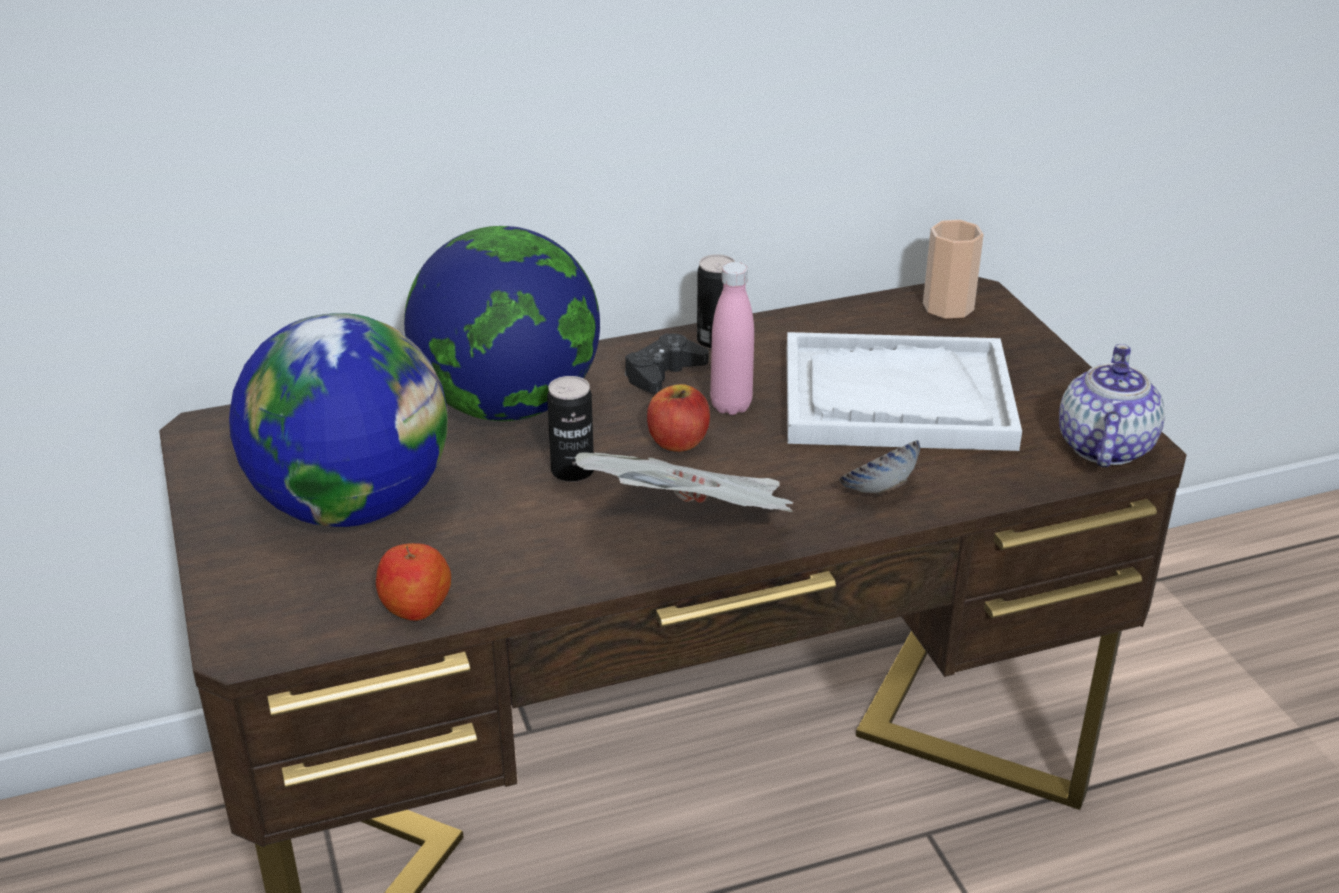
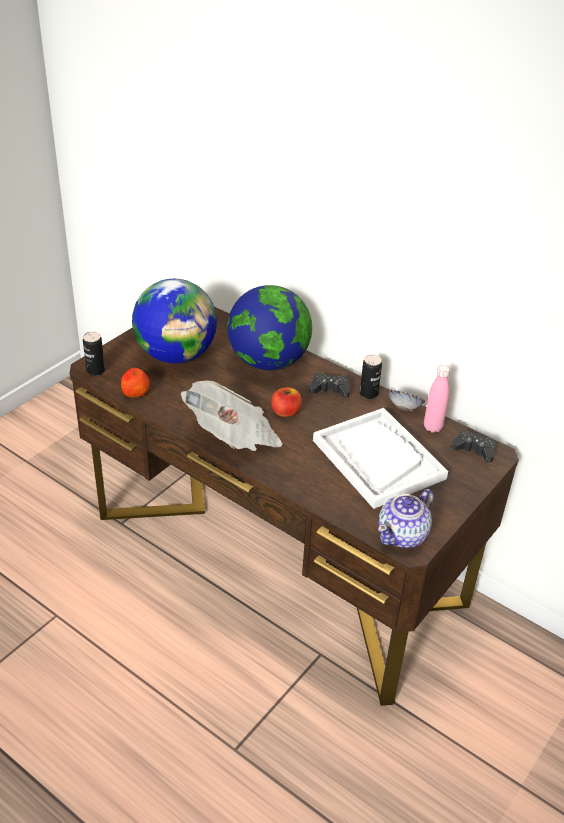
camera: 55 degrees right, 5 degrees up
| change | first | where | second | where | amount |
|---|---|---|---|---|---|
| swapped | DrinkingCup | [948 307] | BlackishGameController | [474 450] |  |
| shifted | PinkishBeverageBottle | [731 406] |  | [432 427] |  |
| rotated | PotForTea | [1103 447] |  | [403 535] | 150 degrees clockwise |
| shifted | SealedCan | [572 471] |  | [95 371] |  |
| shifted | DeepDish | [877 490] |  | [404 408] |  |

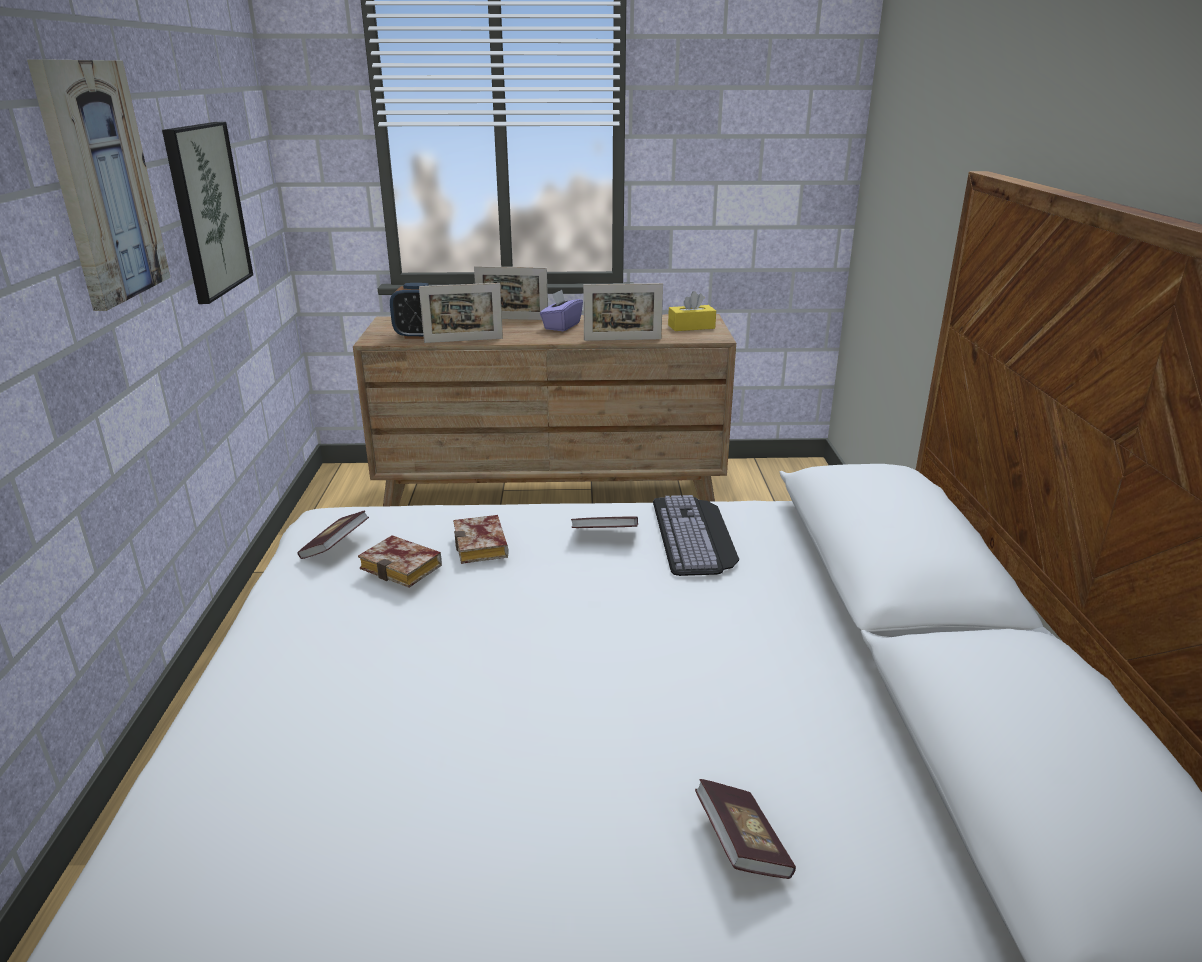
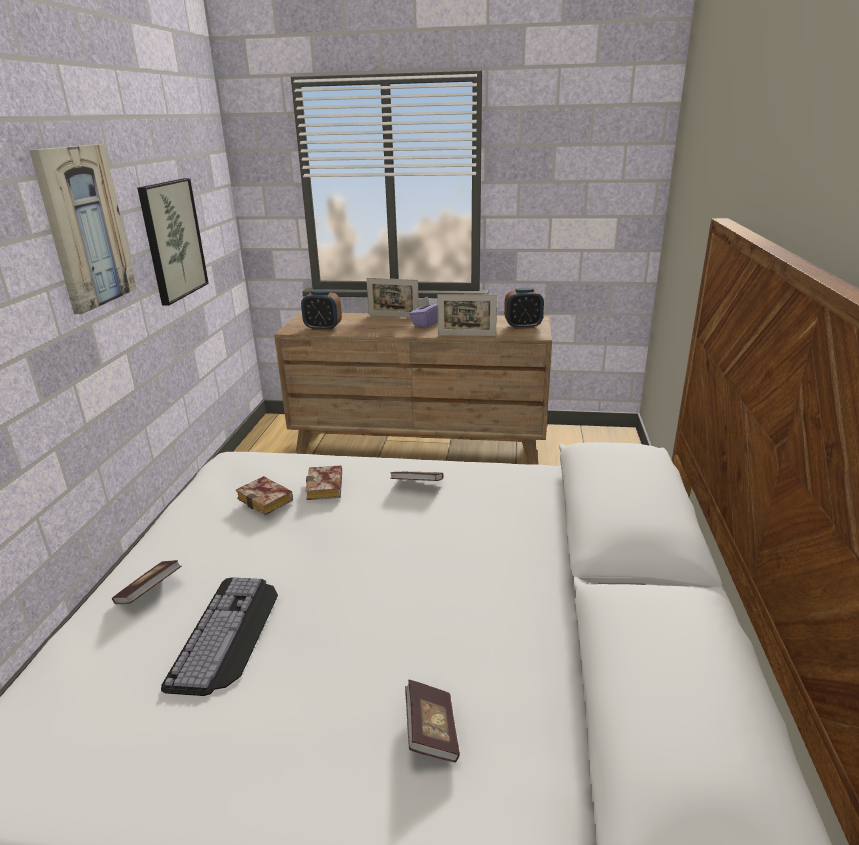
camera: 10 degrees right, 0 degrees up
| change | first | where | second | where | amount |
|---|---|---|---|---|---|
| gone | PictureFrame | [463 340] |  |  |  |
| swapped | YellowTissueHolder | [691 327] | BedsideClock | [523 326] |  |
| shifted | Keyboard | [696 535] |  | [228 633] |  |
| shifted | Book | [335 547] |  | [149 592] |  |

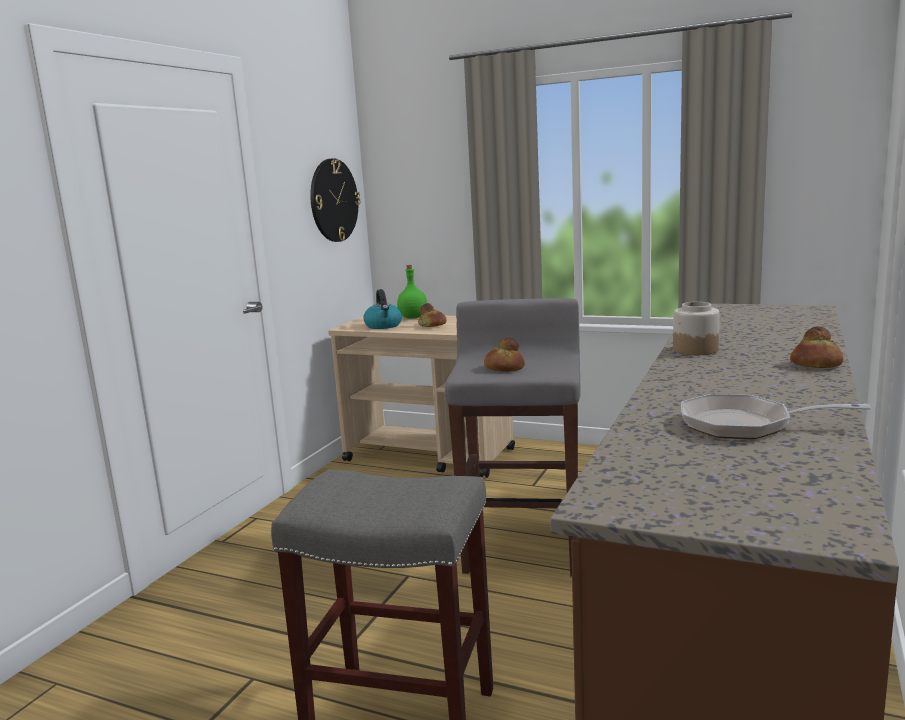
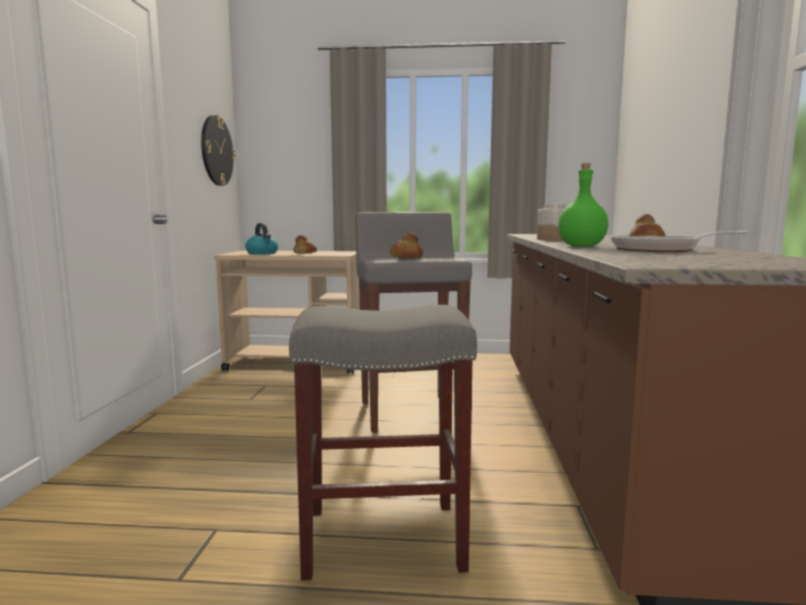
camera: 20 degrees left, 5 degrees down
| change | first | where | second | where | amount |
|---|---|---|---|---|---|
| shifted | GreenishBeverageBottle | [412 317] |  | [580 246] |  |

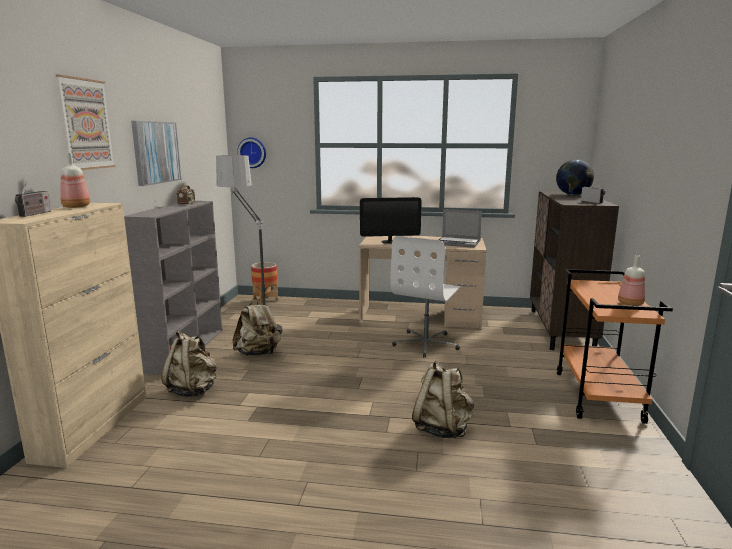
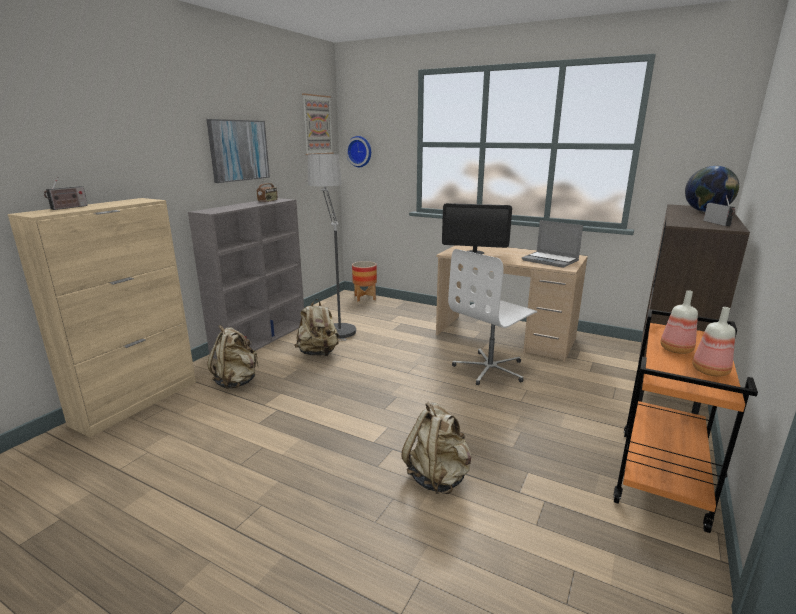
camera: 20 degrees right, 5 degrees up
| change | first | where | second | where | amount |
|---|---|---|---|---|---|
| shifted | Picture | [85 124] |  | [317 125] |  |
| shifted | BeverageBottle | [75 207] |  | [675 350] |  |

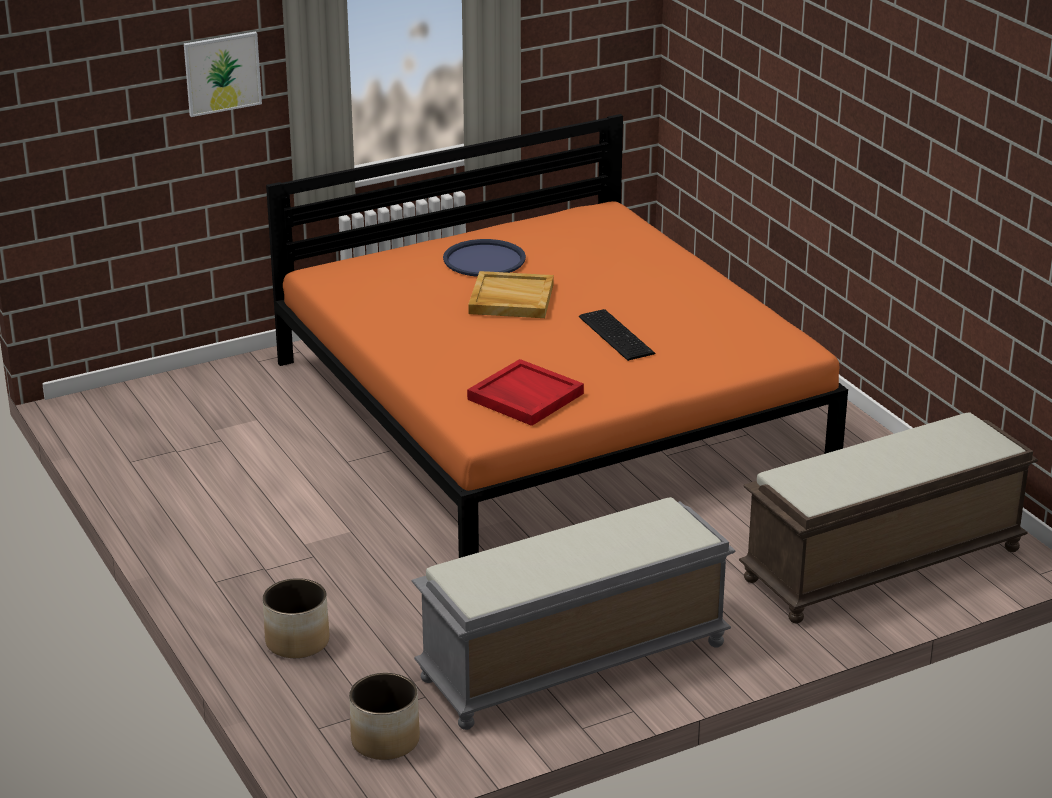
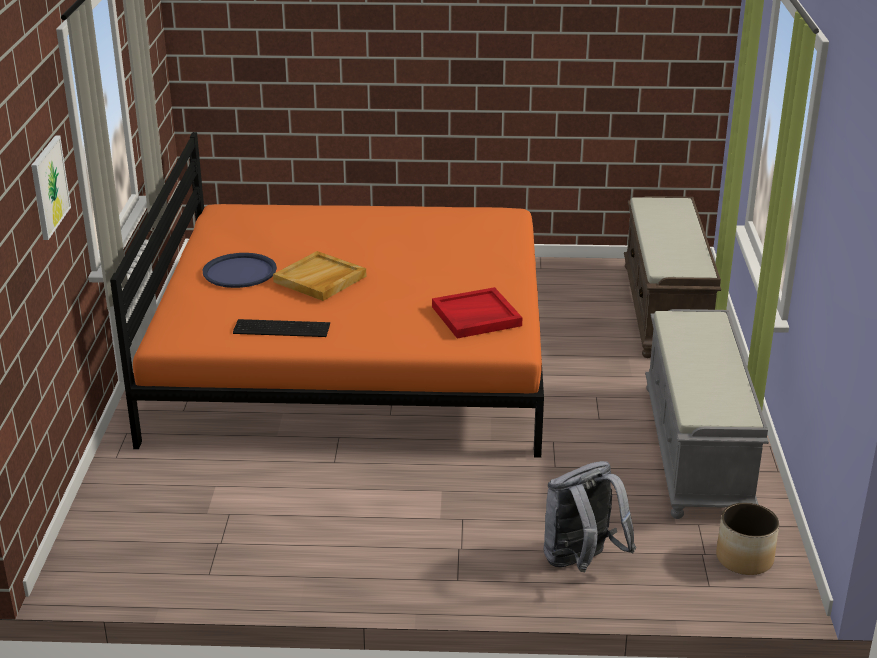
camera: 60 degrees left, 0 degrees up
| change | first | where | second | where | amount |
|---|---|---|---|---|---|
| shifted | Keyboard | [617 334] |  | [281 327] |  |
| swapped | FlowerPot | [296 642] | GrayBackpack | [581 562] |  |

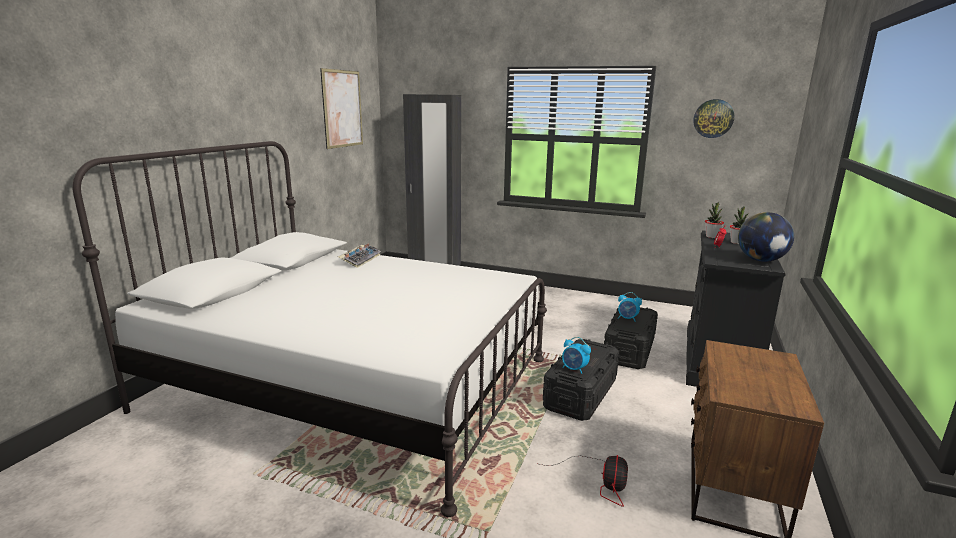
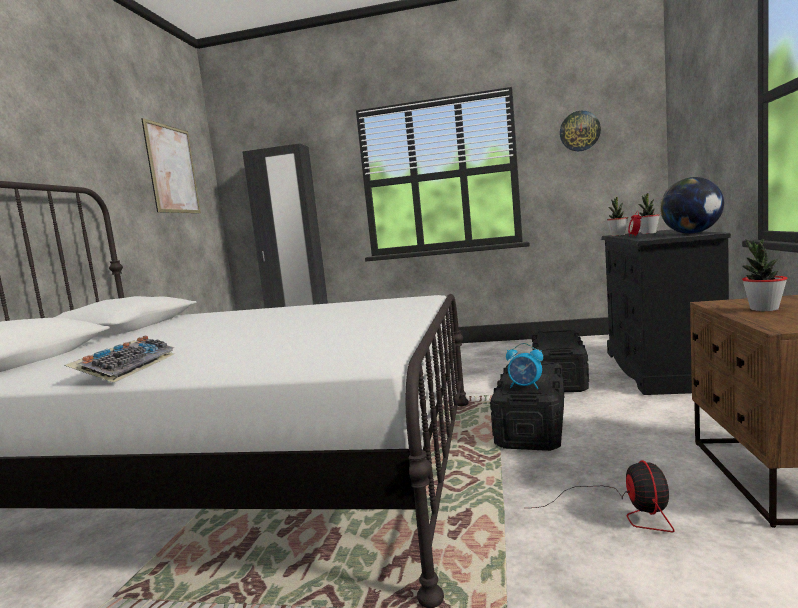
camera: 10 degrees left, 10 degrees down
| change | first | where | second | where | amount |
|---|---|---|---|---|---|
| shifted | Keyboard | [360 259] |  | [127 368] |  |
| gone | BedsideClock | [627 319] |  |  |  |
| new |  |  | PlantInAPot | [763 309] |  |

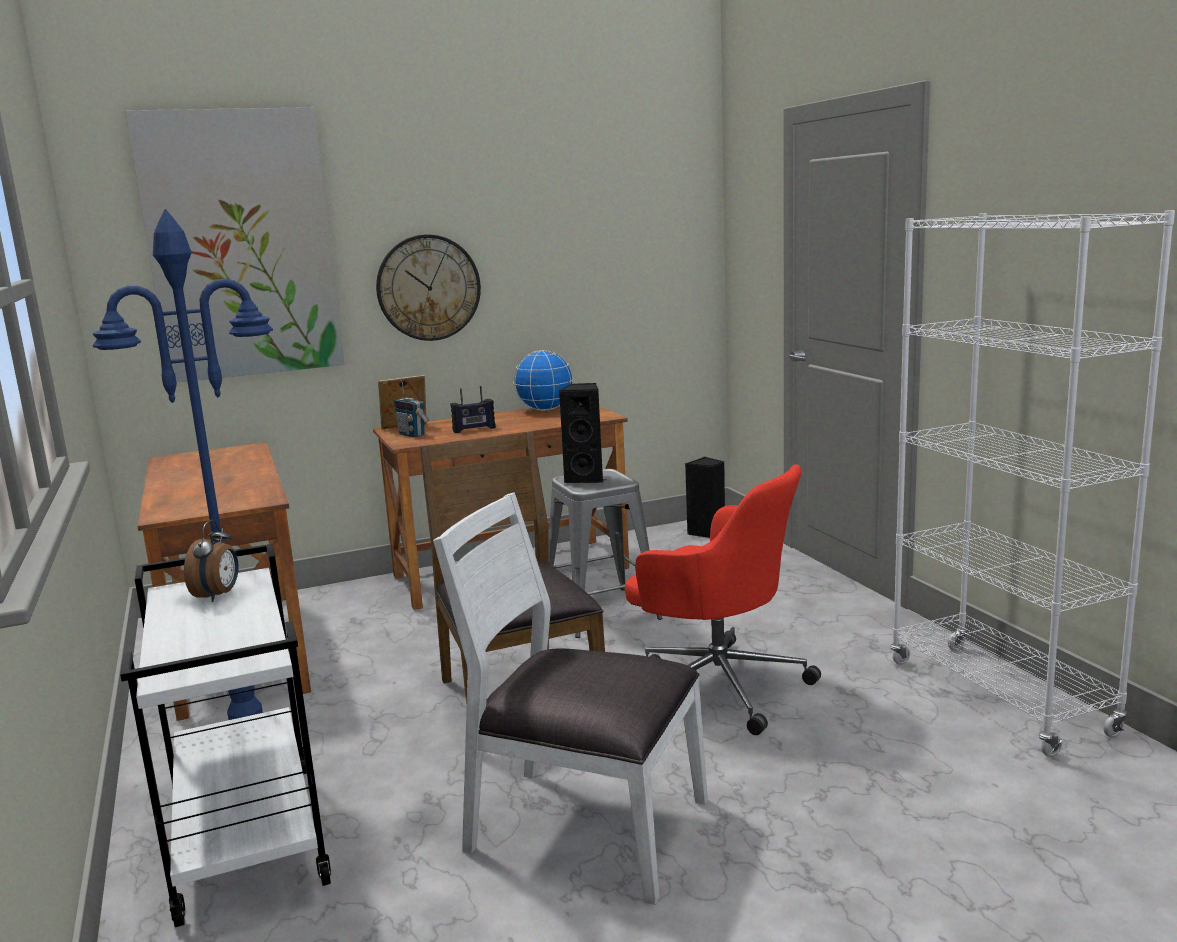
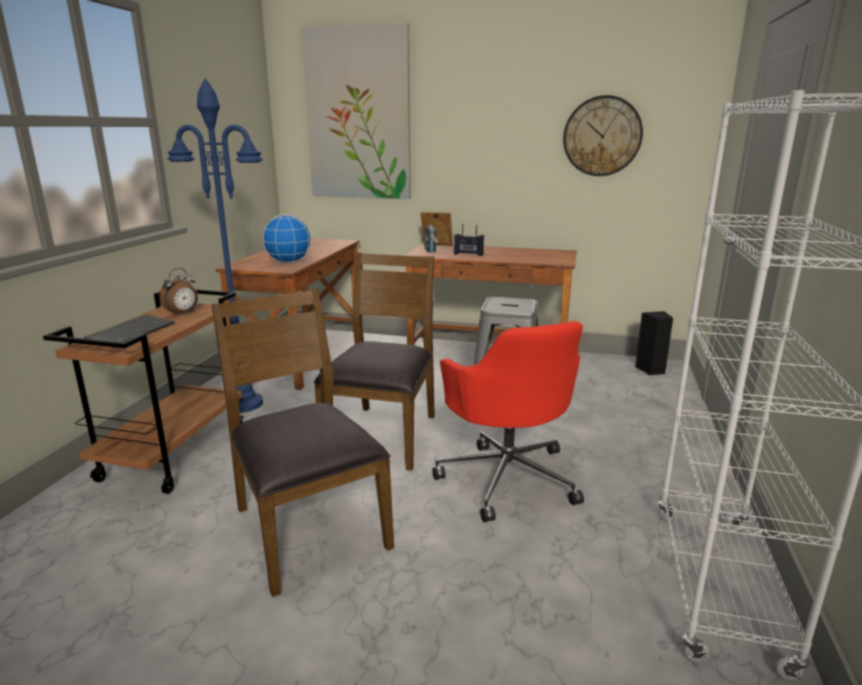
camera: 35 degrees right, 5 degrees up
| change | first | where | second | where | amount |
|---|---|---|---|---|---|
| shifted | WallClock | [428 287] |  | [602 136] |  |
| shifted | DeskGlobe | [544 410] |  | [288 262] |  |
| gone | BlackishAudioSpeaker | [586 478] |  |  |  |
| repainted | WhiteColouredUprightChair | [585 827] | BrownUprightChair | [308 528] |  |
| repainted | WhiteColouredTrolley | [246 839] | BrownTrolley | [175 453] |  |
| new |  |  | Keyboard | [131 332] |  |

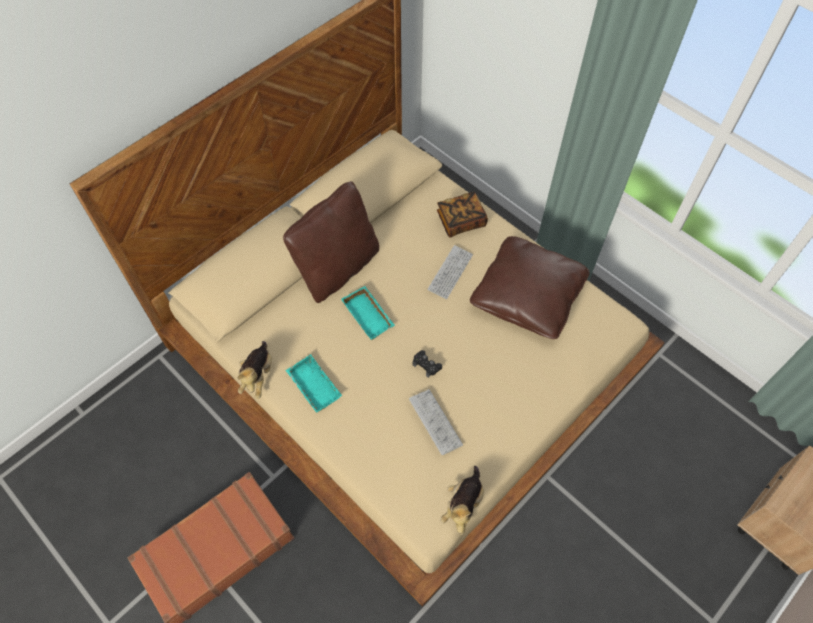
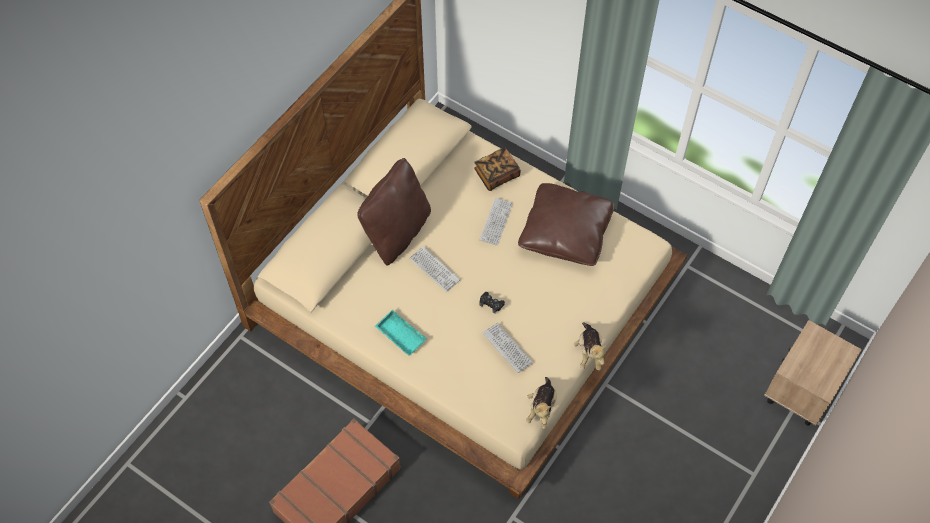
camera: 10 degrees left, 0 degrees up
| change | first | where | second | where | amount |
|---|---|---|---|---|---|
| swapped | TurquoiseTray | [369 315] | Keyboard | [434 269] |  |
| shifted | SoftToy | [258 376] |  | [589 352] |  |

